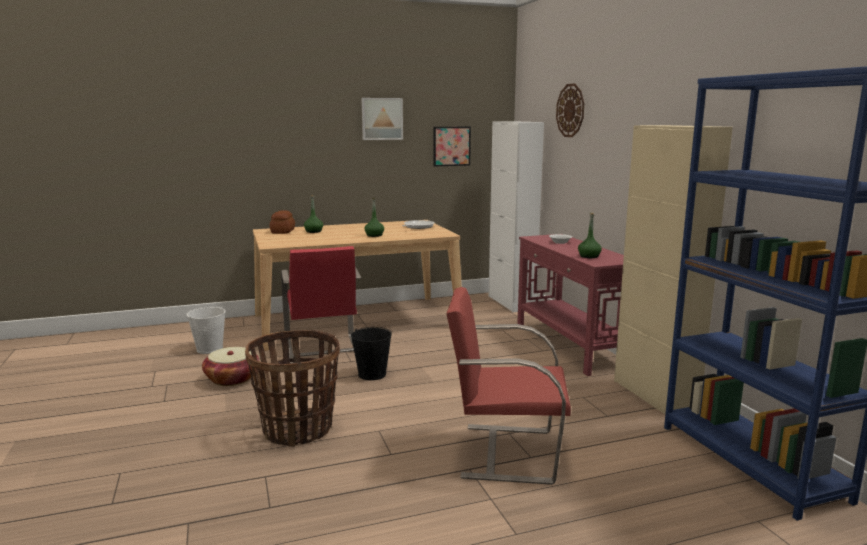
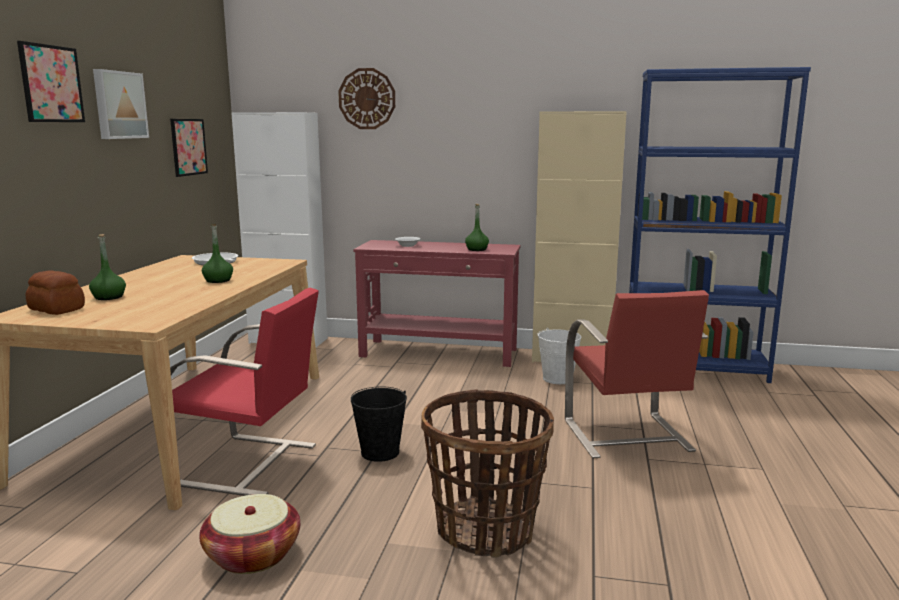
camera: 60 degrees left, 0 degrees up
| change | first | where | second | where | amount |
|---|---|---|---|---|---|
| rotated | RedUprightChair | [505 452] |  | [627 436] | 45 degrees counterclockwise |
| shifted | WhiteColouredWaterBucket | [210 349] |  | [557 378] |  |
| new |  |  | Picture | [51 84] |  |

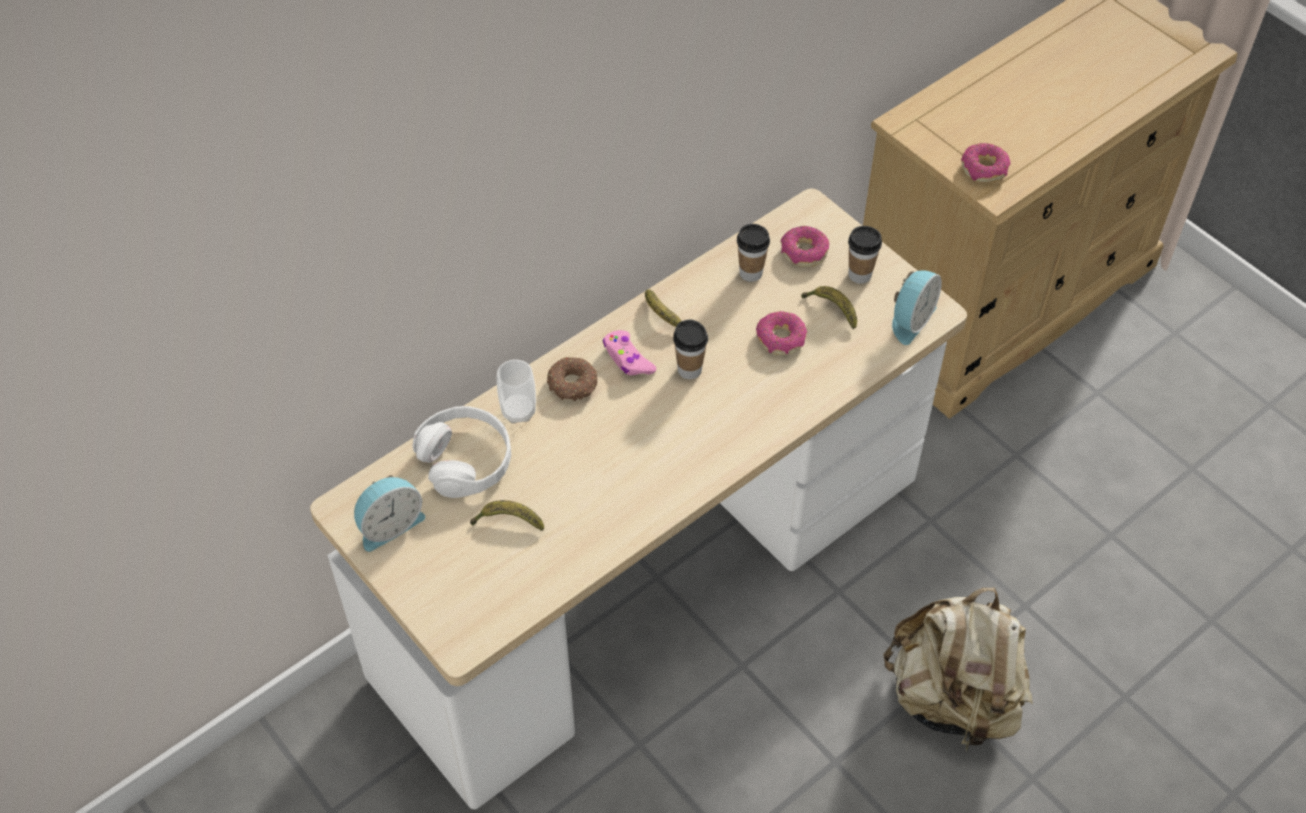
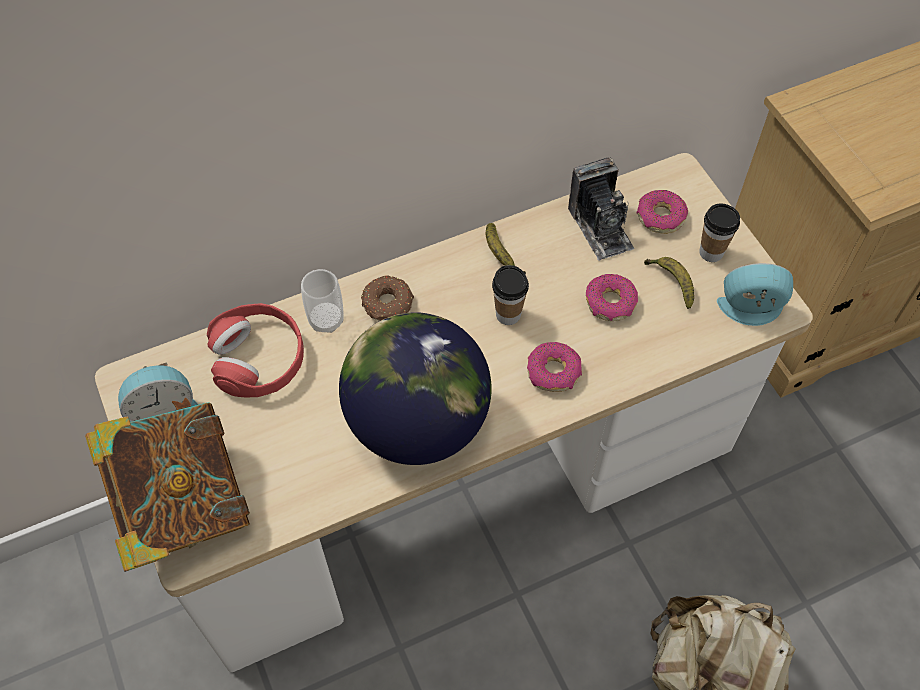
camera: 15 degrees right, 5 degrees up
| change | first | where | second | where | amount |
|---|---|---|---|---|---|
| shifted | Doughnut | [984 169] |  | [553 372] |  |
| swapped | DrinkingCup | [751 273] | PhotoCamera | [600 227] |  |
| rotated | BedsideClock | [910 319] |  | [750 311] | 135 degrees counterclockwise |
| gone | PinkishGameController | [627 359] |  |  |  |
| repainted | WhiteColouredPairOfHeadphones | [465 459] | RedPairOfHeadphones | [258 358] |  |
| gone | Banana | [508 521] |  |  |  |
| new |  |  | DeskGlobe | [417 422] |  |
| new |  |  | Book | [181 505] |  |

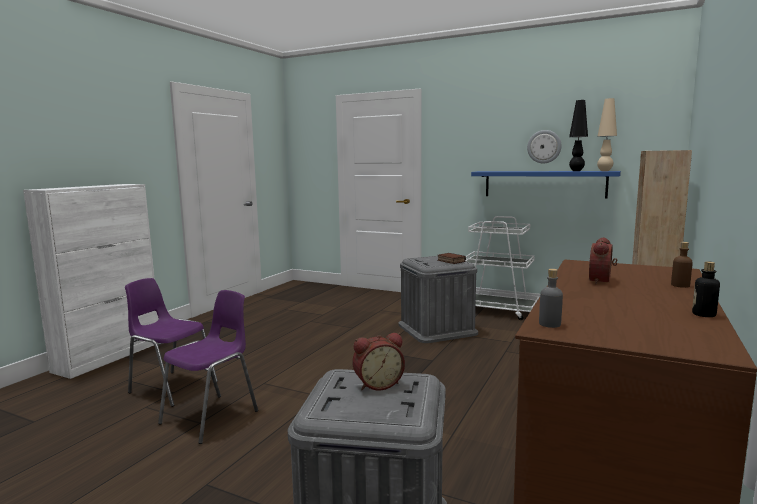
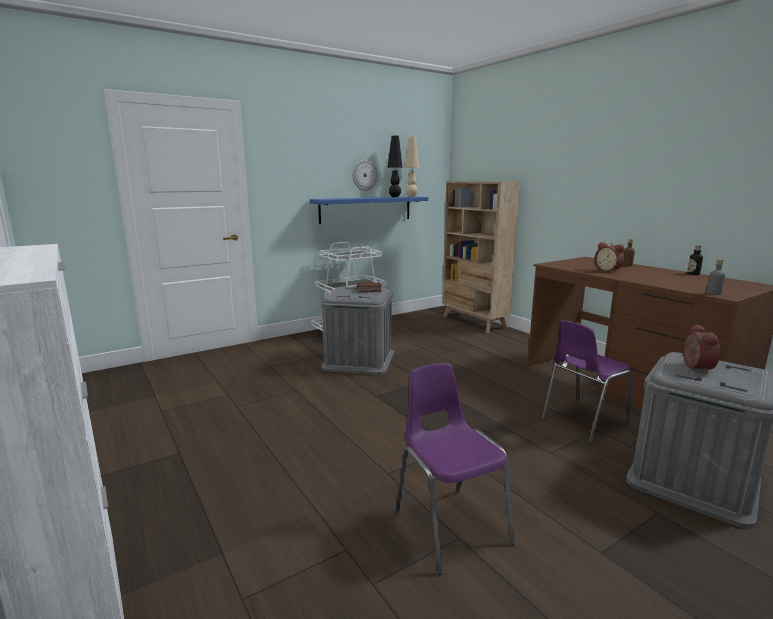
camera: 60 degrees left, 5 degrees up
| change | first | where | second | where | amount |
|---|---|---|---|---|---|
| shifted | PurpleColouredUprightChair | [171 387] |  | [583 422] |  |

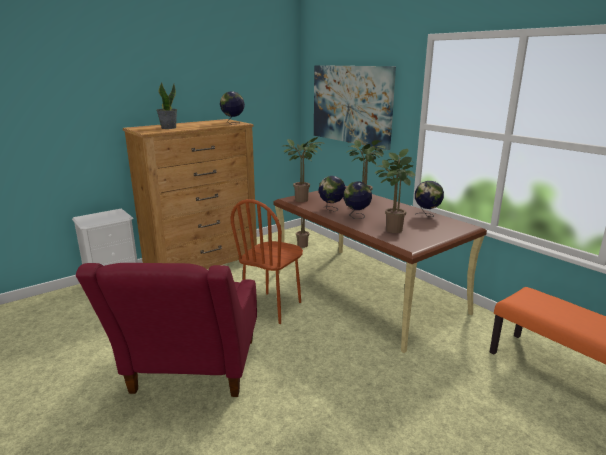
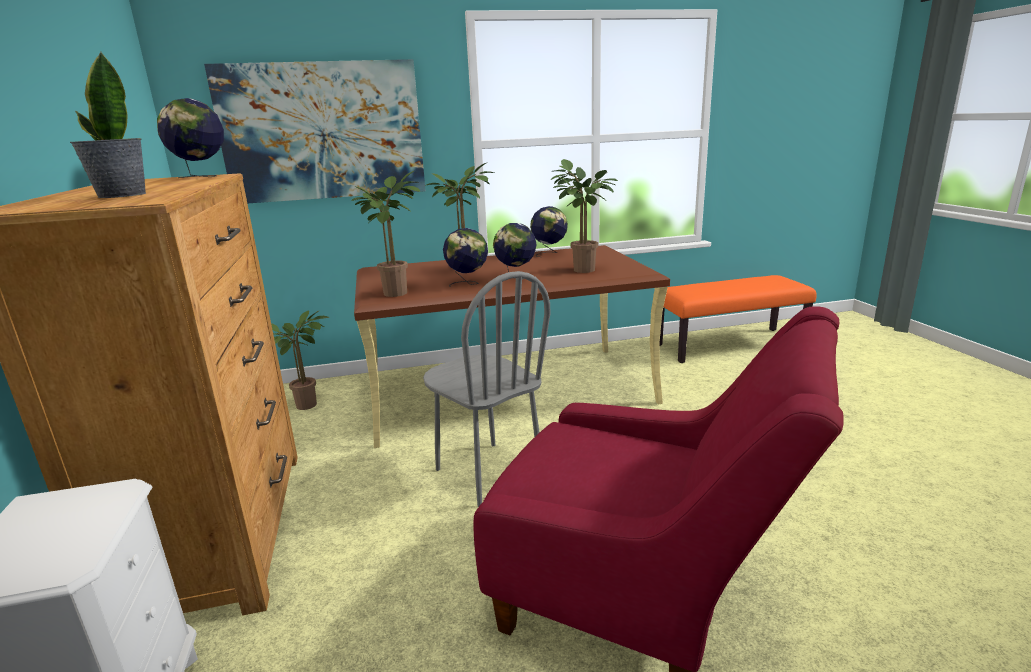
camera: 65 degrees left, 0 degrees up
| change | first | where | second | where | amount |
|---|---|---|---|---|---|
| repainted | BrownUprightChair | [272 307] | GrayUprightChair | [488 472] |  |

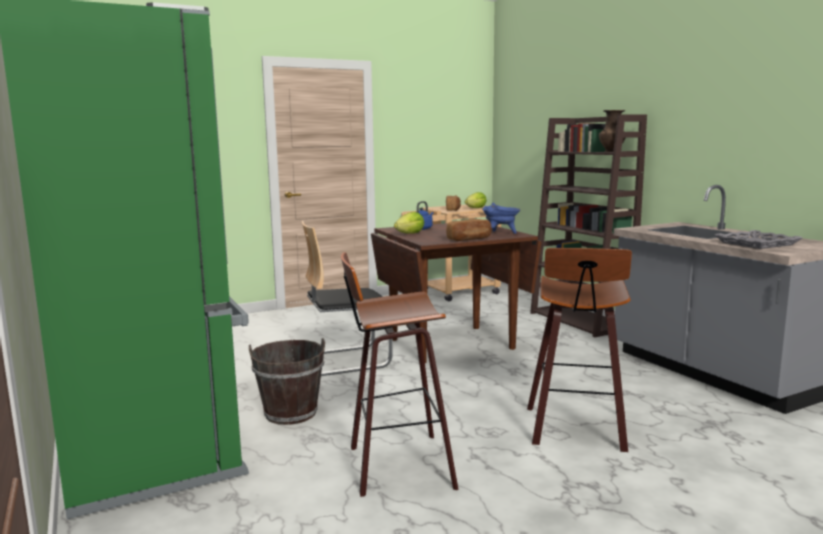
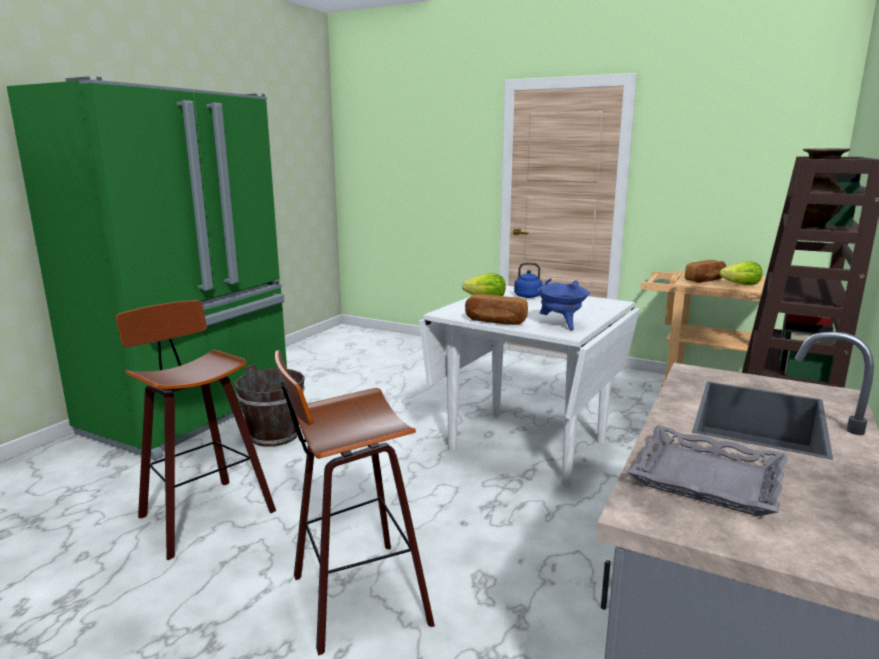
camera: 55 degrees right, 5 degrees up
| change | first | where | second | where | amount |
|---|---|---|---|---|---|
| gone | UprightChair | [345 360] |  |  |  |
| repainted | BrownDiningTable | [452 344] | WhiteColouredDiningTable | [526 446] |  |

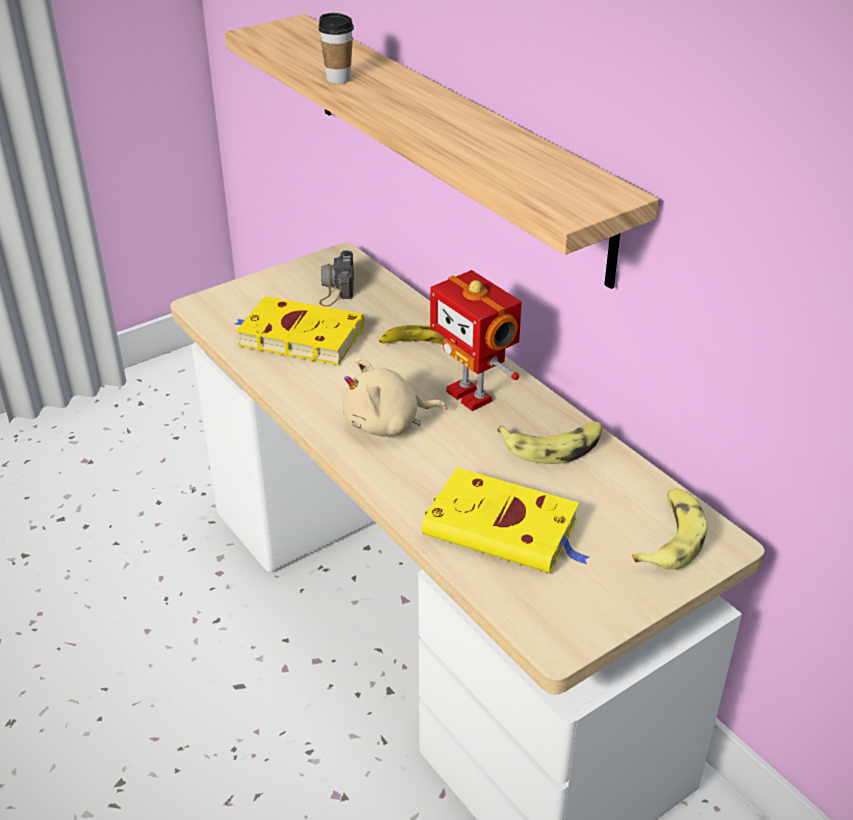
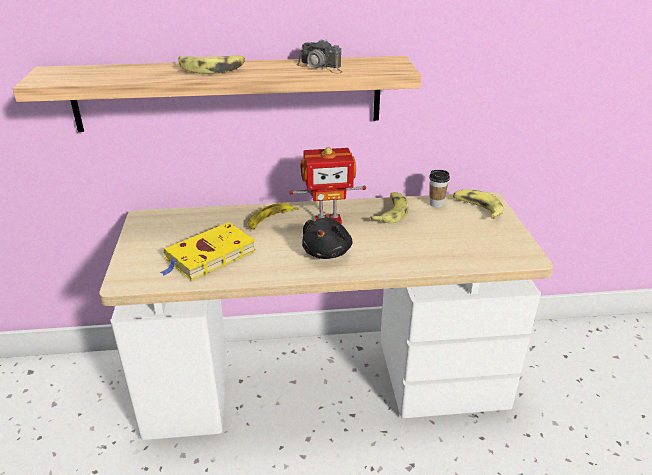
camera: 60 degrees left, 5 degrees down
| change | first | where | second | where | amount |
|---|---|---|---|---|---|
| shifted | DrinkingCup | [338 79] |  | [436 204] |  |
| shifted | PhotoCamera | [337 287] |  | [321 67] |  |
| repainted | BeigeSoftToy | [387 424] | BlackishSoftToy | [327 252] |  |
| gone | YellowBook | [505 529] |  |  |  |
| new |  |  | Banana | [212 69] |  |

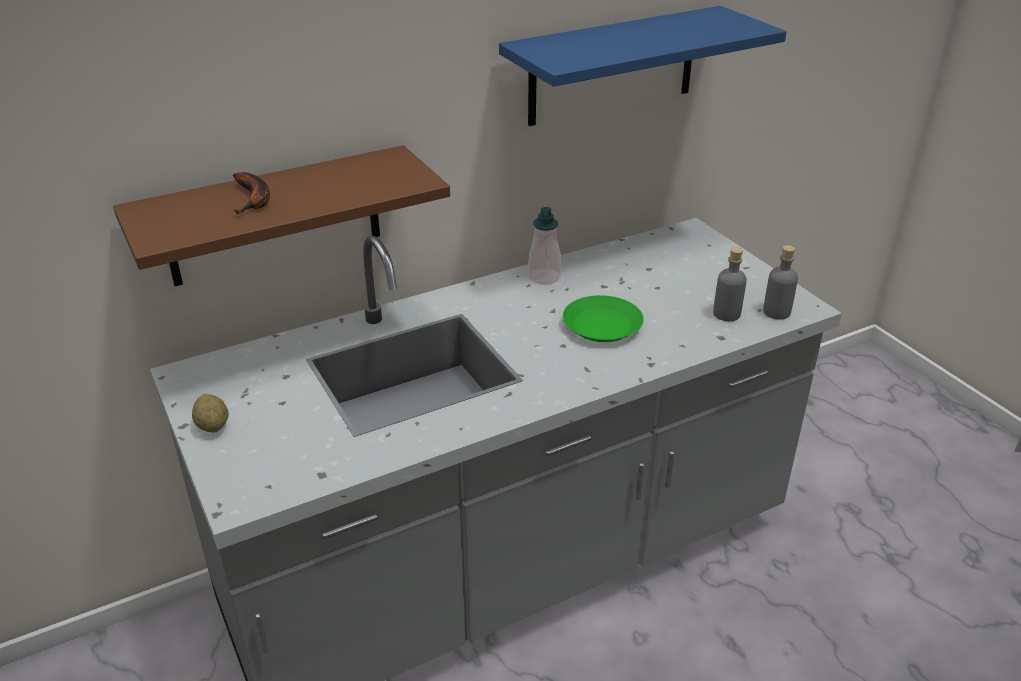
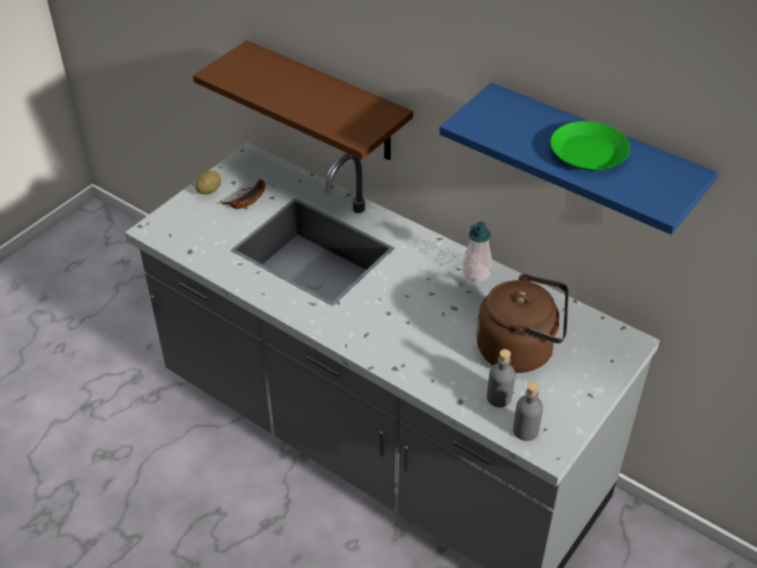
camera: 65 degrees right, 10 degrees up
| change | first | where | second | where | amount |
|---|---|---|---|---|---|
| shifted | Banana | [254 199] |  | [247 200] |  |
| shifted | GreenishFlatDish | [601 326] |  | [588 152] |  |
| new |  |  | BrownTeaKettle | [520 349] |  |

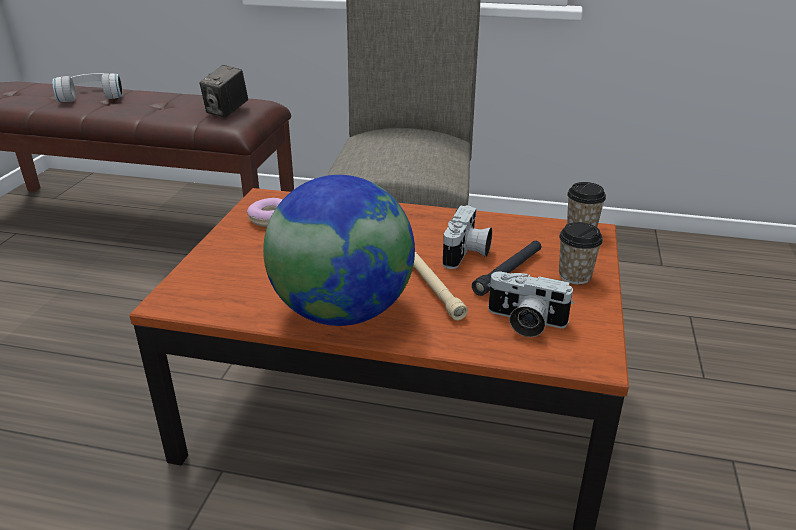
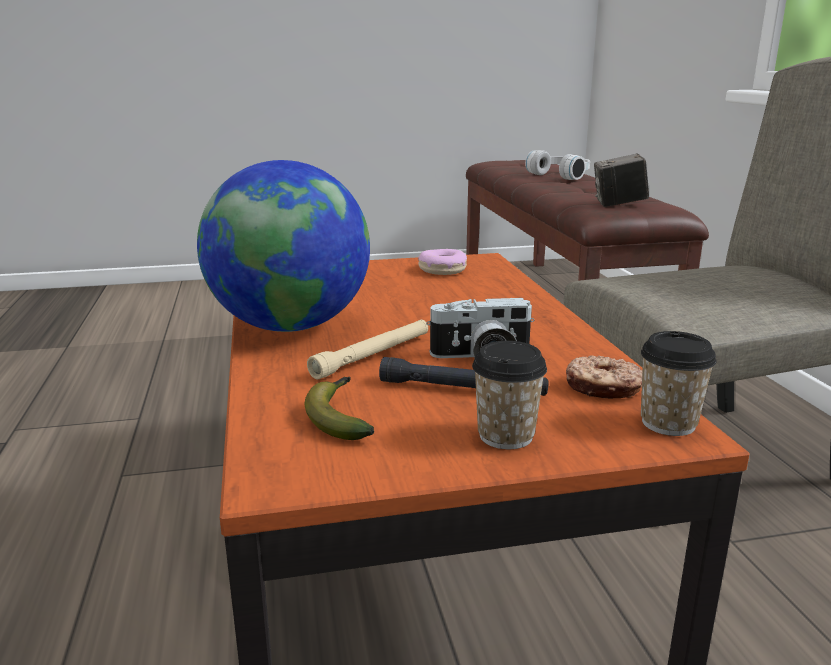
camera: 65 degrees right, 10 degrees down
| change | first | where | second | where | amount |
|---|---|---|---|---|---|
| swapped | PhotoCamera | [524 322] | Banana | [340 417] |  |
| new |  |  | Doughnut | [603 388] |  |

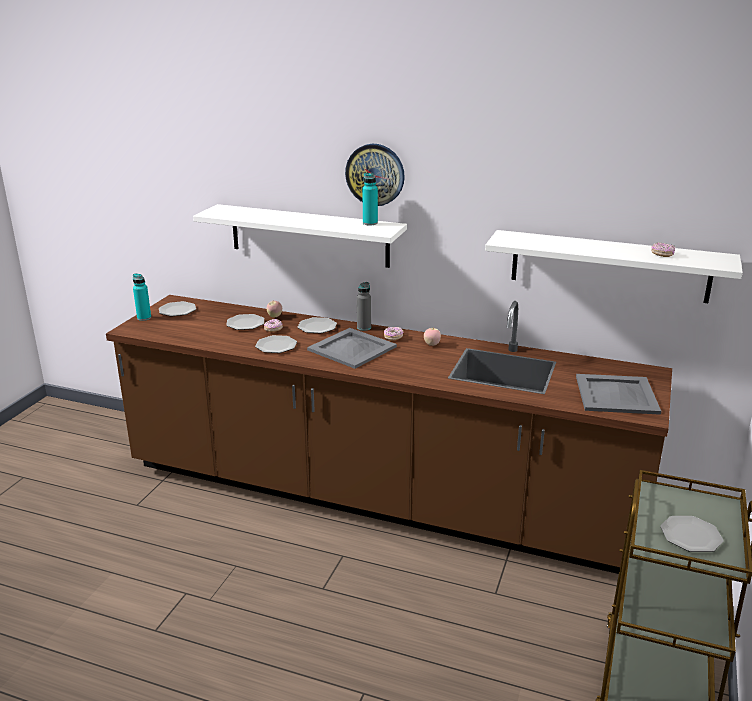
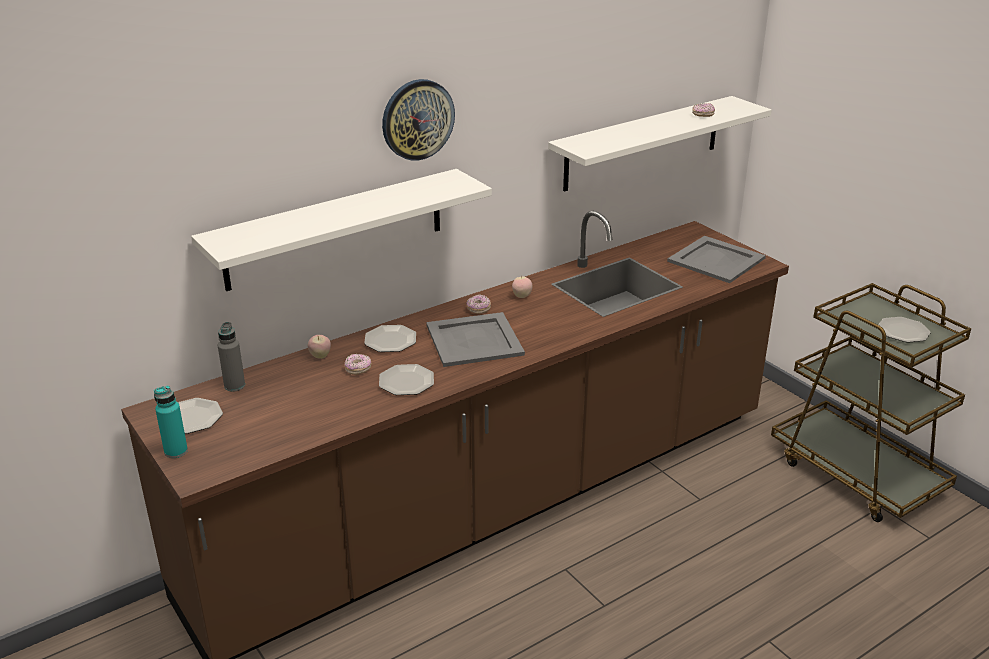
camera: 55 degrees left, 5 degrees up
| change | first | where | second | where | amount |
|---|---|---|---|---|---|
| gone | TurquoiseBeverageBottle | [370 223] |  |  |  |
| shifted | GrayBeverageBottle | [364 328] |  | [234 386] |  |
| gone | FlatDish | [245 323] |  |  |  |

